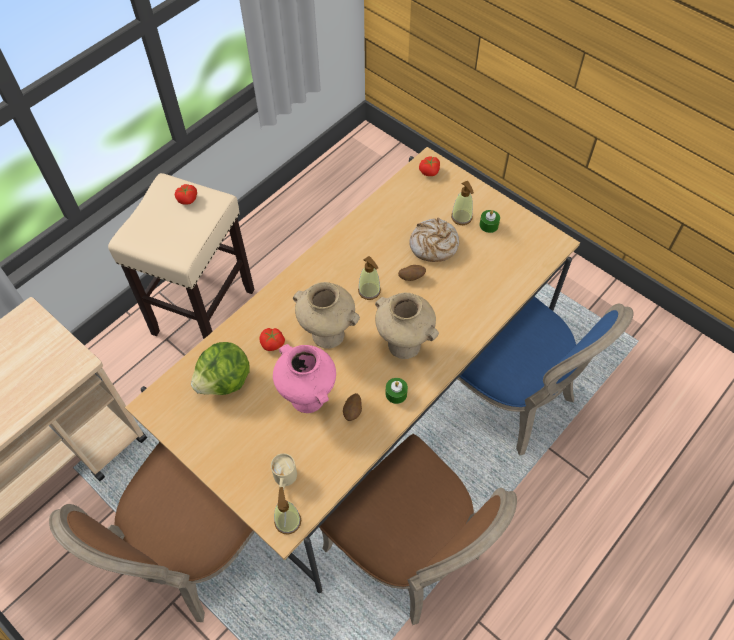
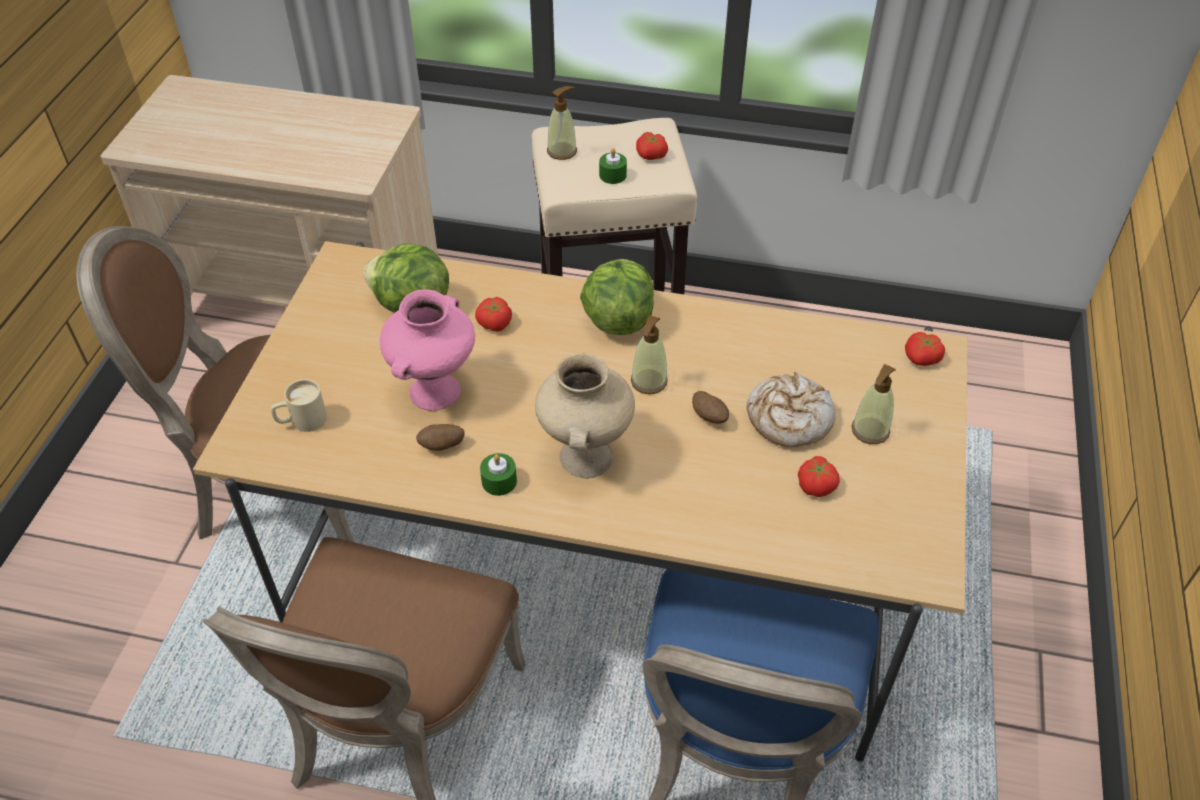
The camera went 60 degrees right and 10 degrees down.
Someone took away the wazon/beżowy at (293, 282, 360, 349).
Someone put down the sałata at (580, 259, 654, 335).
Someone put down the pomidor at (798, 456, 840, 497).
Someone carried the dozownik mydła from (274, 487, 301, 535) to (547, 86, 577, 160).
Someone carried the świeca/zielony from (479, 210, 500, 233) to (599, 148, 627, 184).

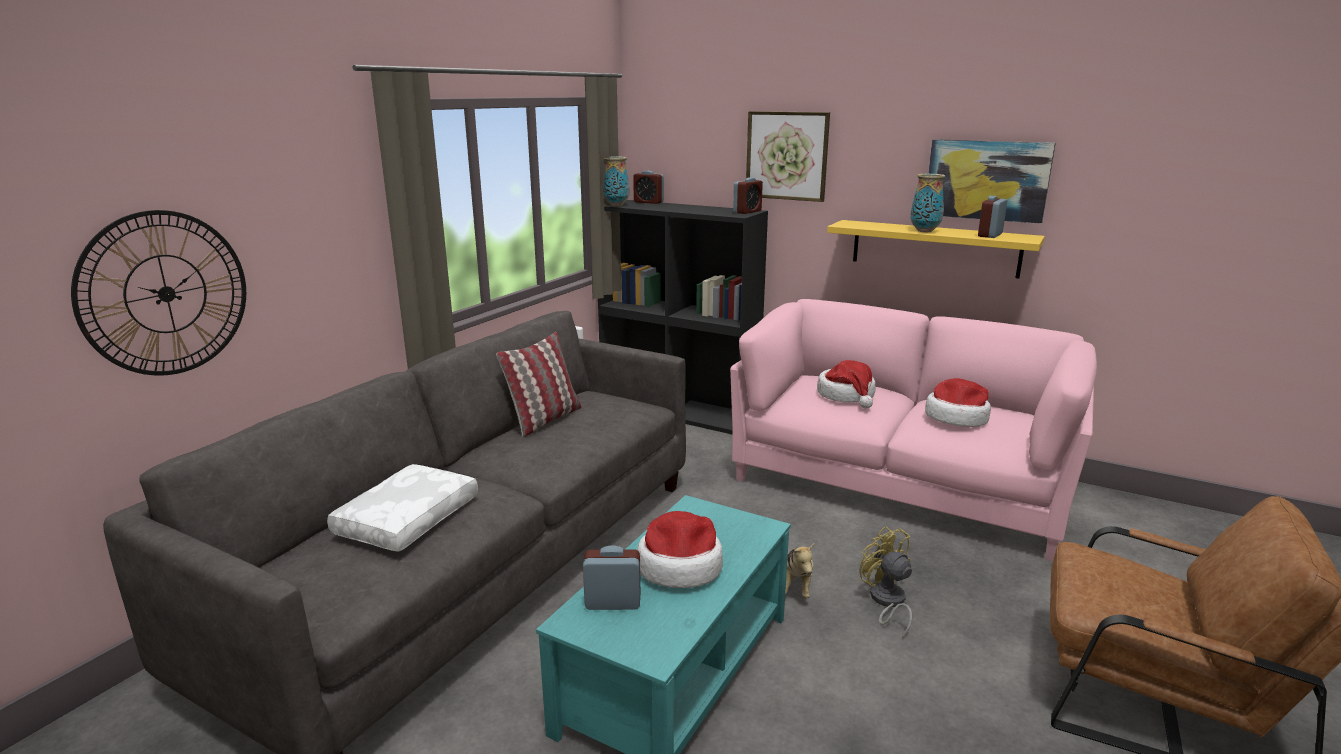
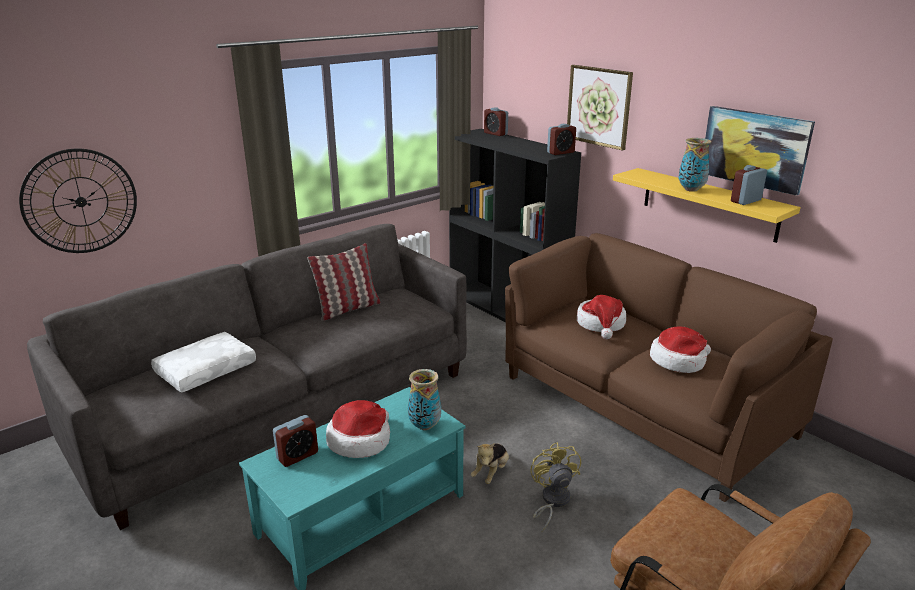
The camera went 20 degrees right and 5 degrees up.
Someone carried the wazon from (603, 157, 629, 206) to (408, 369, 441, 430).
Someone repainted the kanapa/różowy at (730, 299, 1097, 561), which became the kanapa/brązowy at (505, 233, 833, 502).
Someone rotated the budzik at (583, 545, 640, 610) by 120 degrees clockwise.

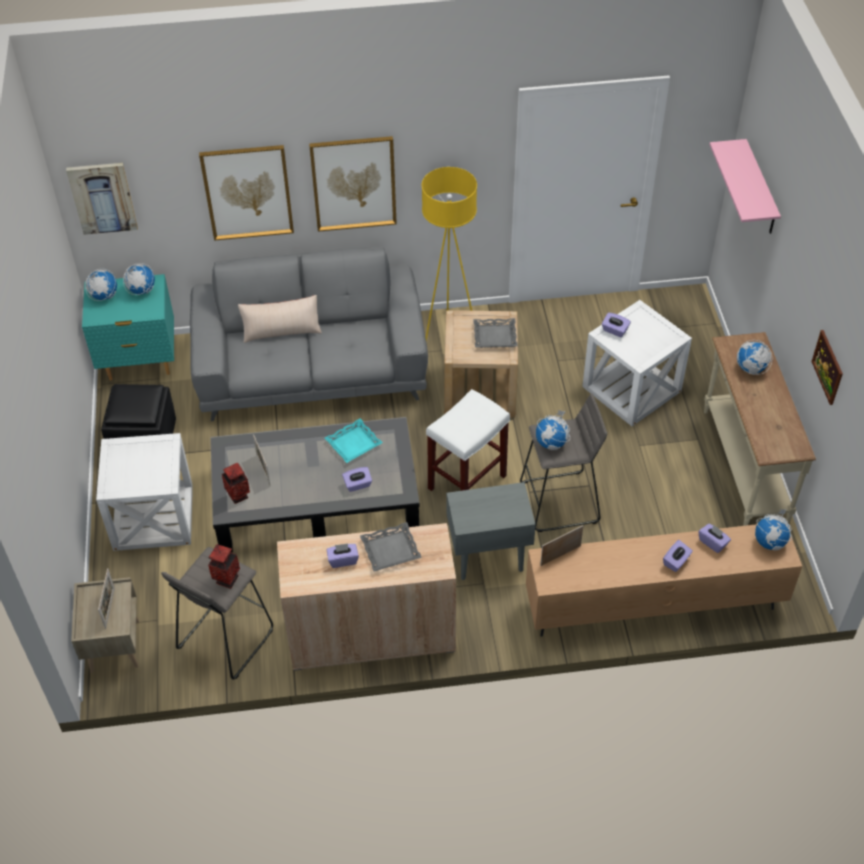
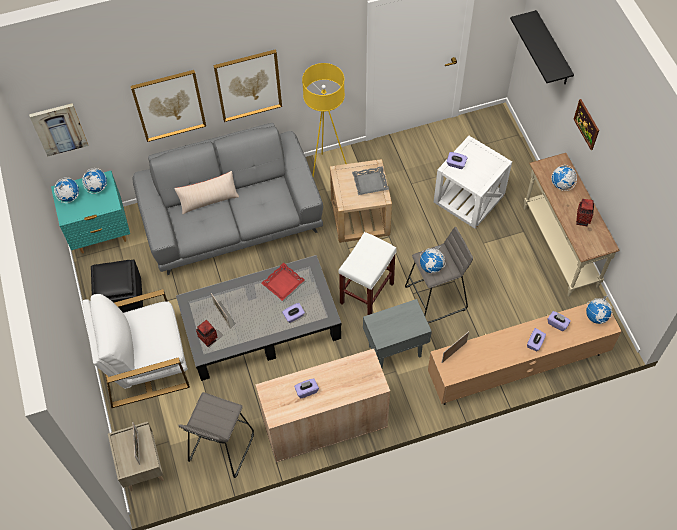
The camera went 10 degrees left and 10 degrees up.
Someone took away the taca/szary at (360, 522, 422, 571).
Someone carried the wazon from (208, 544, 240, 589) to (576, 199, 594, 226).
Someone carried the obraz from (811, 330, 843, 405) to (573, 99, 599, 150).
Someone swapped the stolik/biały at (96, 433, 193, 551) for the fotel/biały at (82, 289, 190, 408).
Someone repainted the taca/turkusowy at (325, 418, 383, 463), which became the taca/czerwony at (261, 263, 305, 301).
Someone repainted the półka/różowy at (709, 139, 781, 234), which became the półka/czarny at (510, 10, 574, 84).

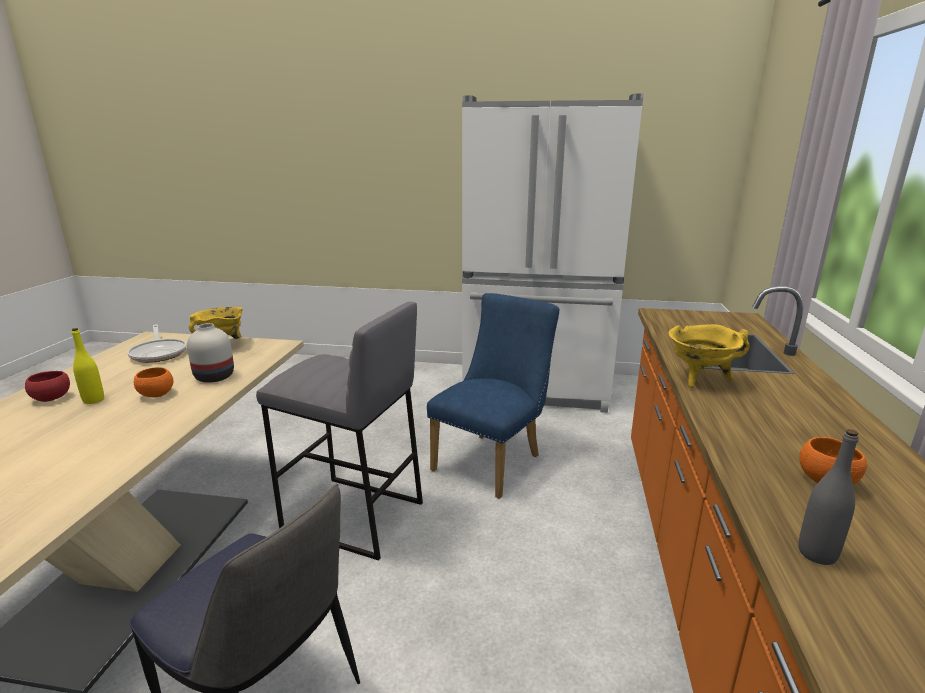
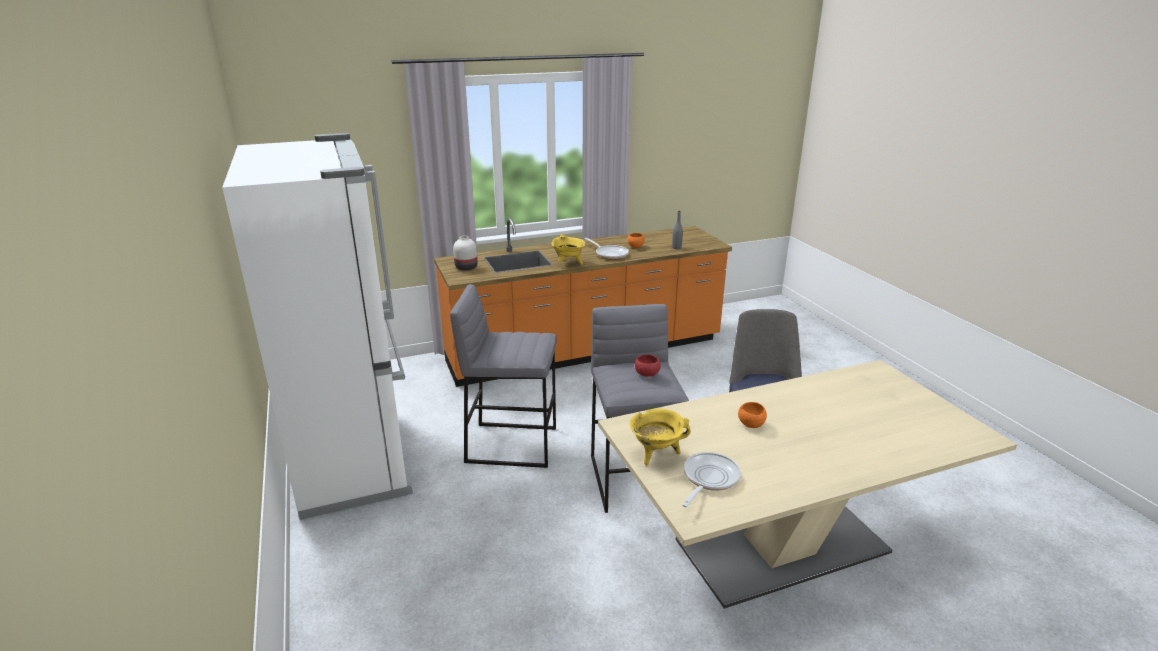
The camera went 120 degrees left and 5 degrees up.
Someone took away the butelka/żółty at (72, 328, 104, 404).
Someone put down the patelnia at (585, 238, 629, 260).
Someone carried the miska/czerwony from (25, 371, 70, 402) to (635, 354, 661, 377).
Someone carried the wazon/biały from (187, 323, 234, 383) to (453, 236, 478, 271).
Someone swapped the krzesło/niebieski at (427, 293, 560, 499) for the stołek/szary at (450, 284, 557, 468).

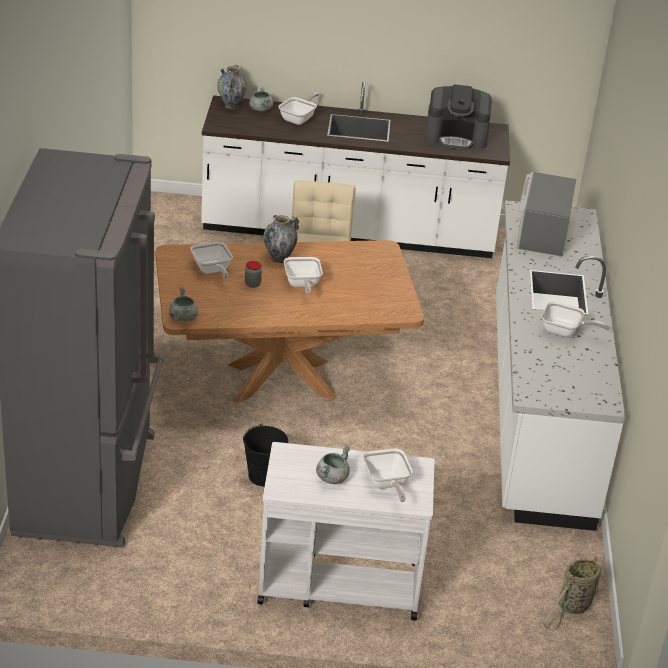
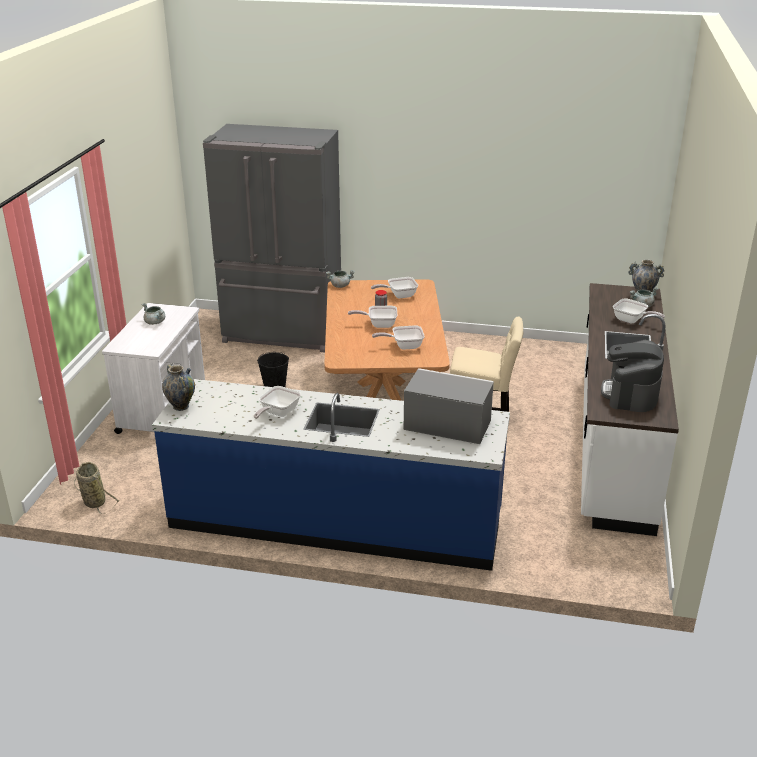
The camera went 100 degrees right and 5 degrees down.
Someone carried the wazon from (264, 215, 299, 263) to (162, 364, 195, 411).
Someone carried the patelnia from (363, 448, 413, 502) to (372, 325, 425, 349).
Someone repainted the zabudowa kuchenna/biały at (496, 200, 625, 531), which became the zabudowa kuchenna/niebieski at (152, 379, 510, 571).

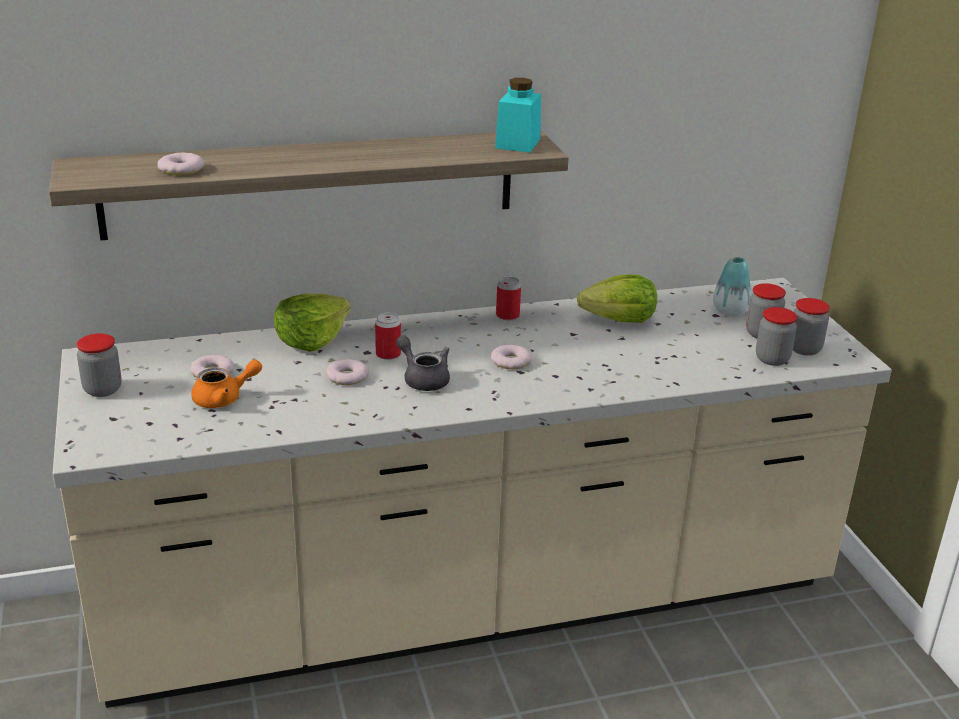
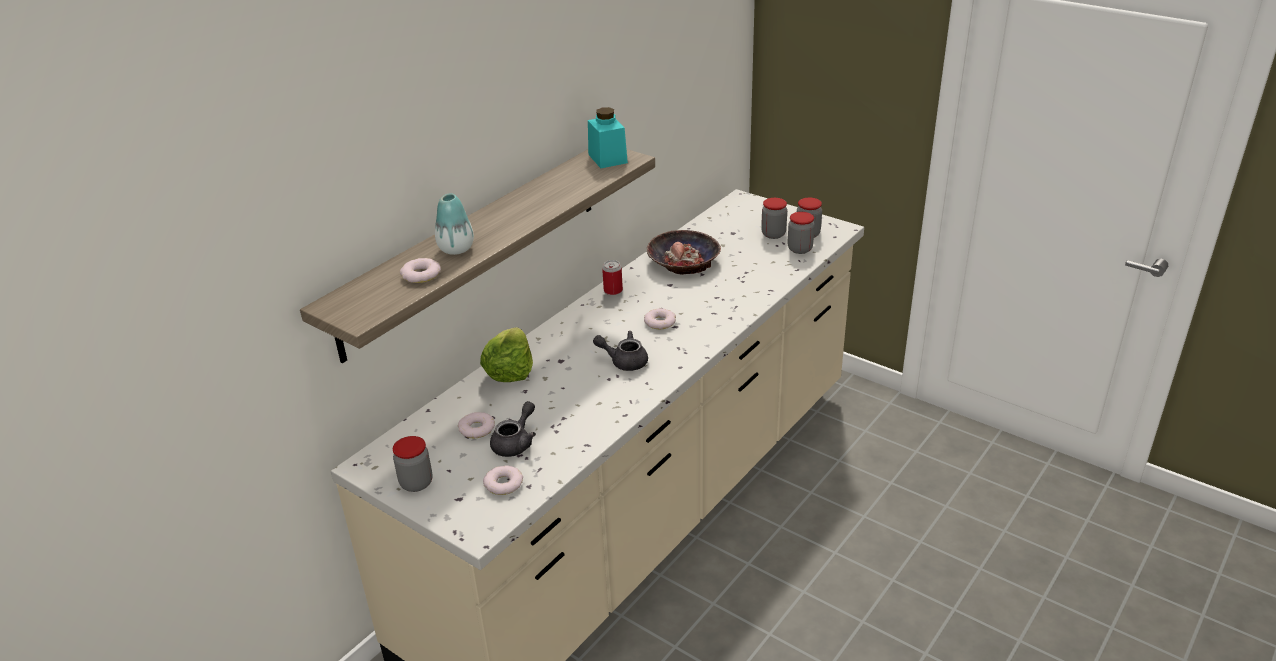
The camera went 35 degrees left and 5 degrees up.
Someone took away the puszka at (375, 313, 401, 360).
Someone carried the donut from (326, 359, 369, 385) to (483, 465, 523, 495).
Someone carried the wazon from (713, 257, 751, 316) to (435, 193, 474, 255).
Someone swapped the sałata at (577, 274, 657, 323) for the miska at (647, 230, 721, 275).
Someone repainted the imbryk/pomarańczowy at (191, 360, 262, 408), which became the imbryk/szary at (490, 401, 536, 457).

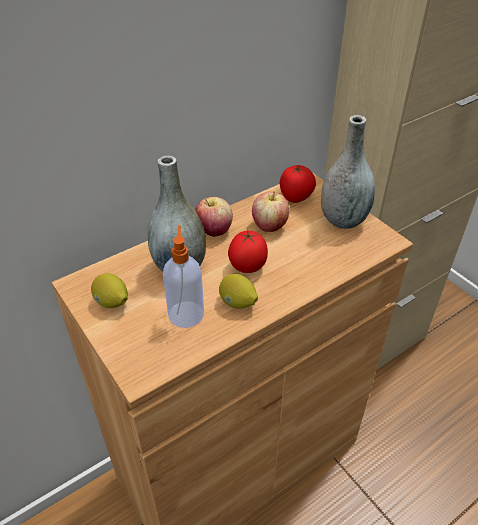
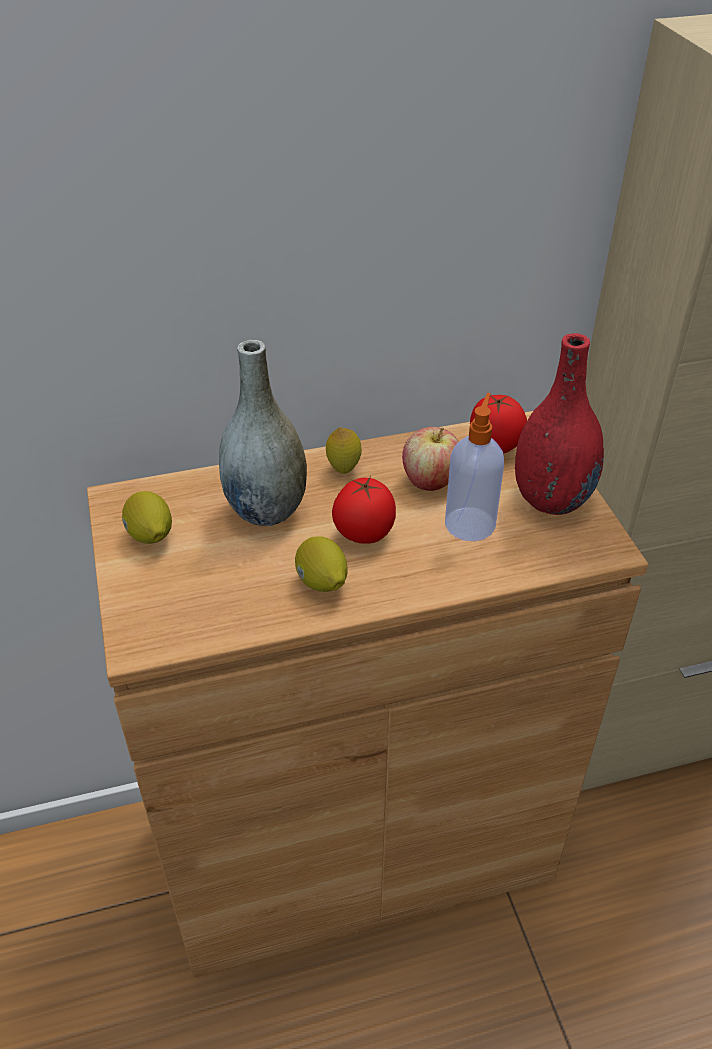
The camera went 20 degrees right and 0 degrees up.
Someone carried the dozownik mydła from (163, 225, 204, 328) to (445, 393, 504, 541).
Someone swapped the jabłko at (195, 197, 233, 237) for the cytryna at (326, 427, 362, 474).
Someone repainted the wazon/szary at (321, 115, 375, 229), which became the wazon/czerwony at (515, 333, 604, 515).

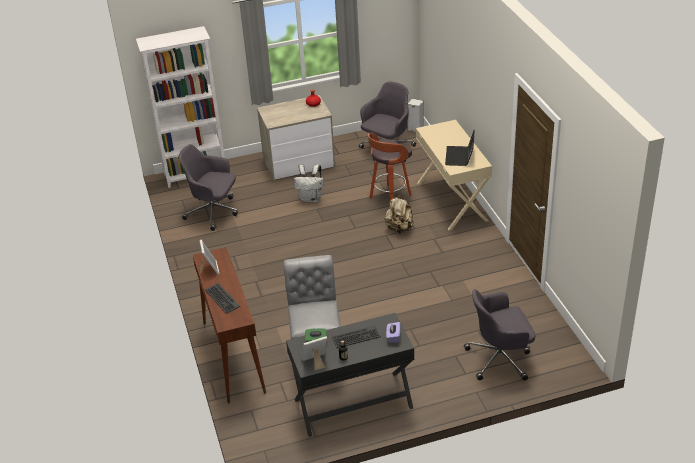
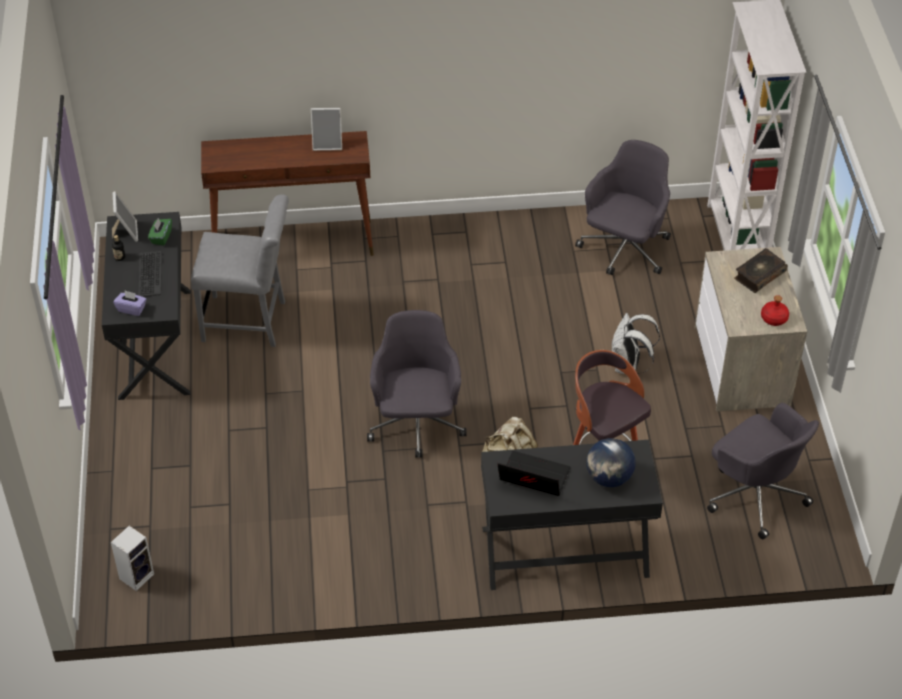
The camera went 100 degrees right and 10 degrees up.
Someone took away the klawiatura at (205, 283, 240, 314).
Someone put down the globus at (586, 438, 636, 487).
Someone put down the książka at (734, 248, 788, 293).
Someone carried the głośnik from (408, 99, 424, 132) to (111, 526, 154, 591).
Someone carried the krzesło biurowe/szary from (464, 289, 535, 381) to (367, 310, 467, 458).
Someone repainted the biurko/beżowy at (416, 120, 492, 231), which became the biurko/czarny at (481, 440, 663, 590).

